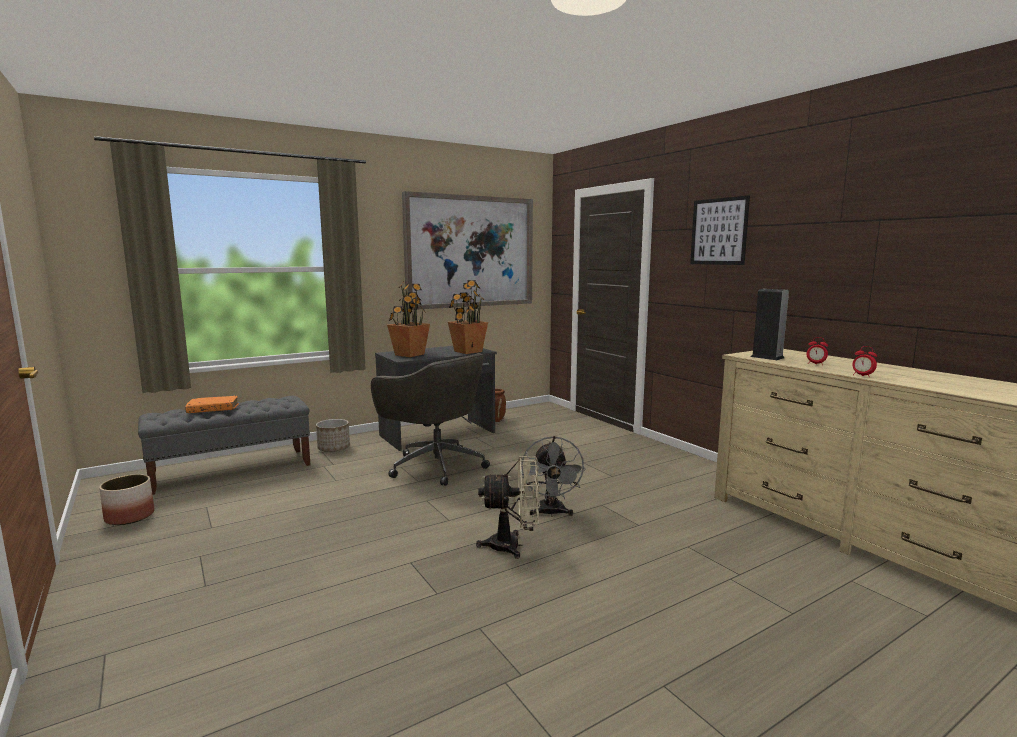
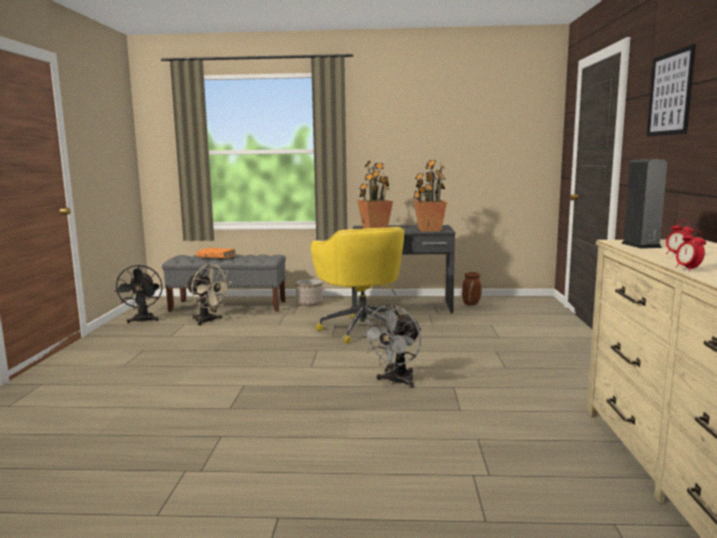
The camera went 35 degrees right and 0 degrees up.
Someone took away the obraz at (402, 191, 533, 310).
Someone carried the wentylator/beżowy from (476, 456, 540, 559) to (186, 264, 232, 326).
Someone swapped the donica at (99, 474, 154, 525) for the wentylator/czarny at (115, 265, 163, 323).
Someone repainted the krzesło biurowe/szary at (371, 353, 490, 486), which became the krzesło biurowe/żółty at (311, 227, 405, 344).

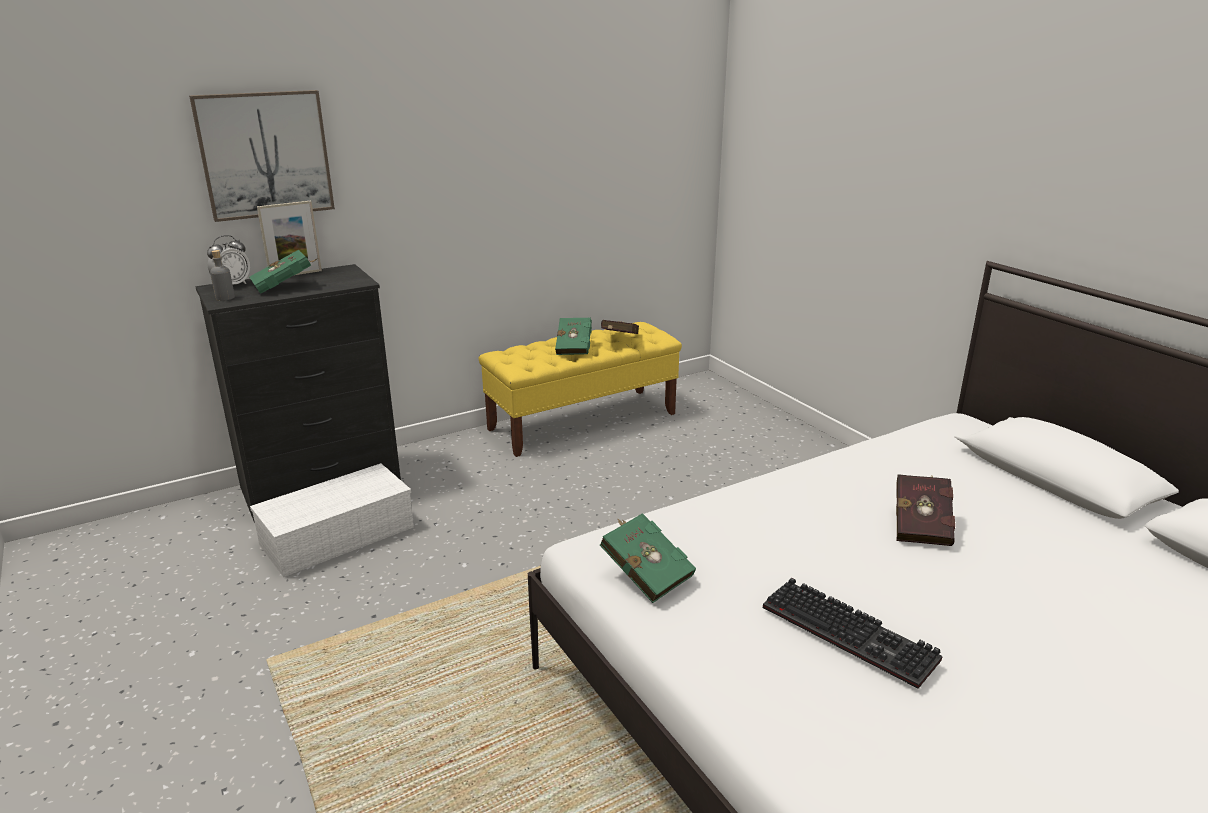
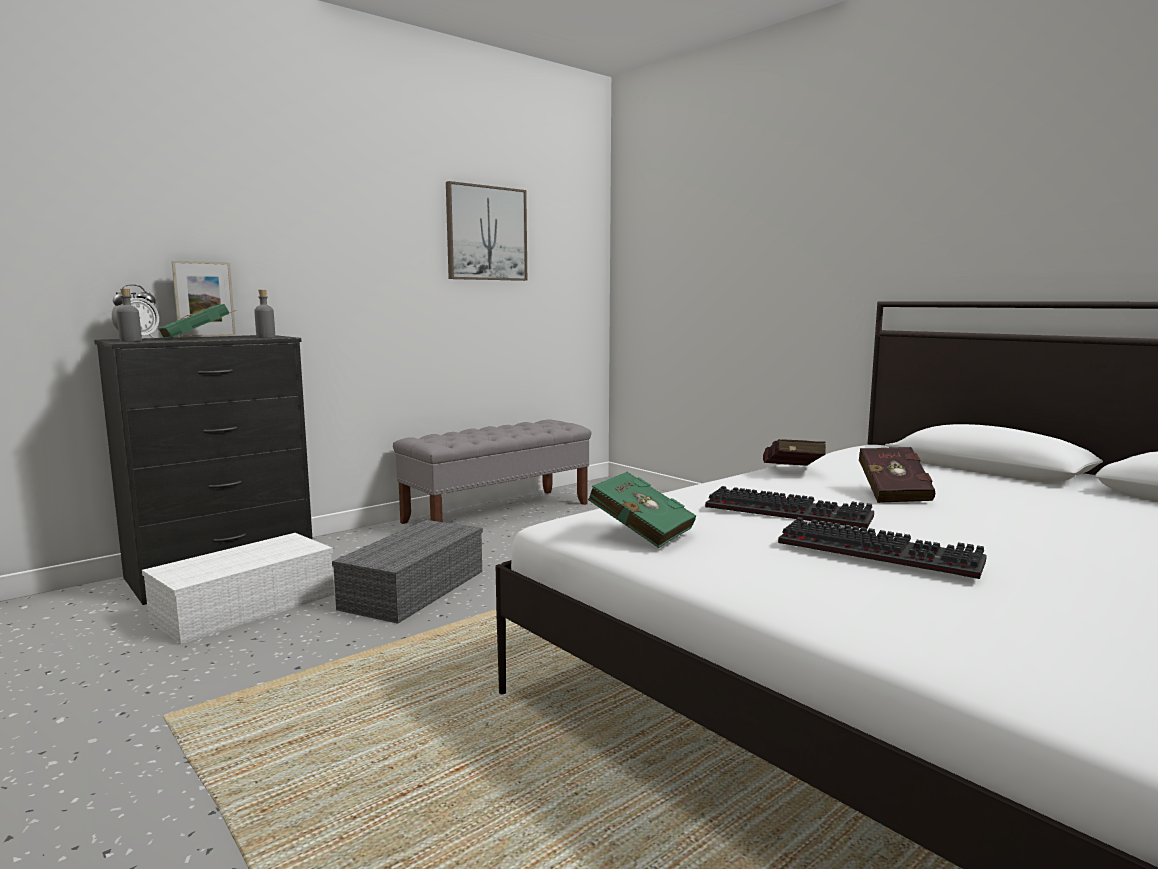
The camera went 10 degrees left and 15 degrees down.
Someone took away the książka/zielony at (555, 318, 592, 355).
Someone put down the butelka/szary at (254, 290, 275, 338).
Someone put down the pojemnik do przechowywania/szary at (332, 520, 483, 624).
Someone put down the klawiatura at (705, 486, 874, 529).
Someone carried the obraz from (189, 90, 335, 222) to (446, 181, 527, 281).
Someone carried the książka/czerwony from (601, 320, 639, 334) to (763, 439, 826, 466).
Someone repainted the ławka/żółty at (479, 322, 682, 457), which became the ławka/szary at (393, 420, 592, 524).

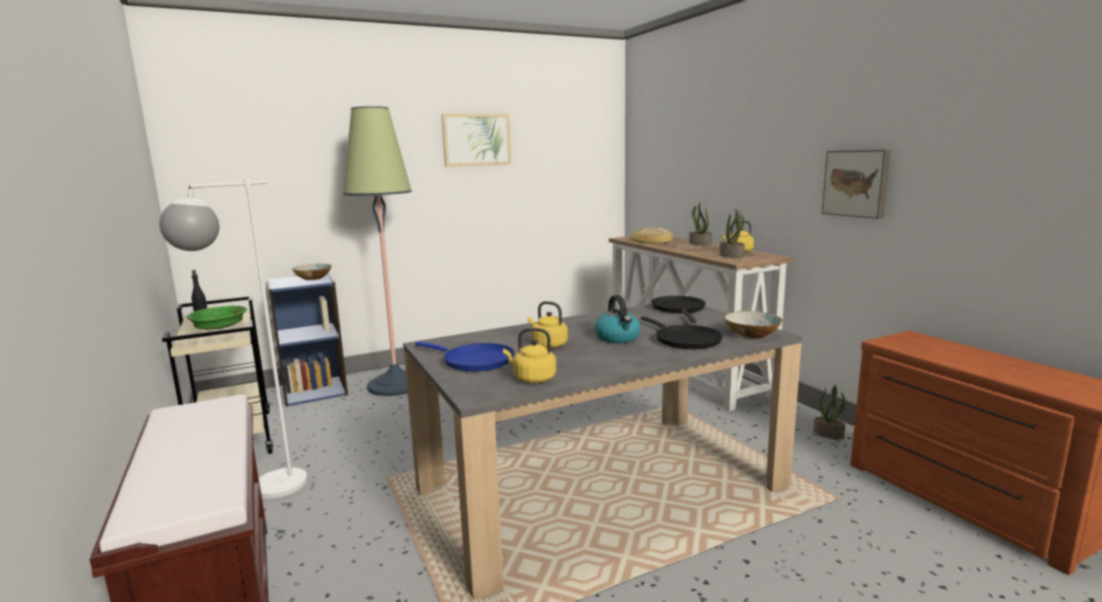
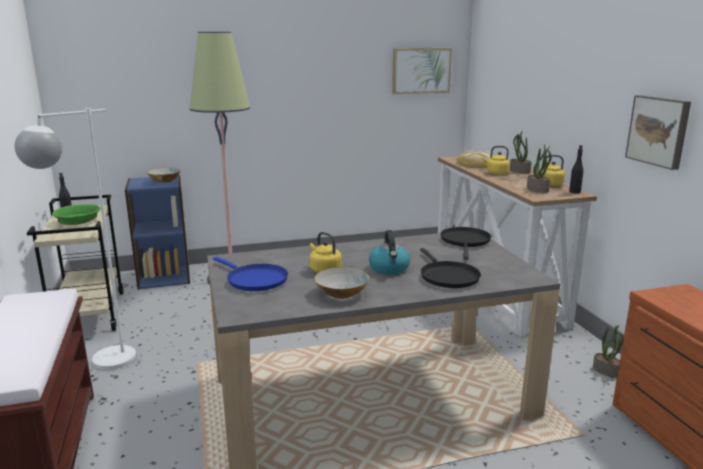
The camera went 10 degrees right and 5 degrees up.
Someone put down the butelka/czarny at (569, 145, 584, 193).
Someone carried the obraz from (441, 114, 511, 167) to (392, 48, 452, 94).
Someone carried the czajnik/żółty from (503, 328, 556, 383) to (482, 146, 510, 175).
Someone carried the miska from (724, 311, 782, 339) to (314, 267, 369, 299).

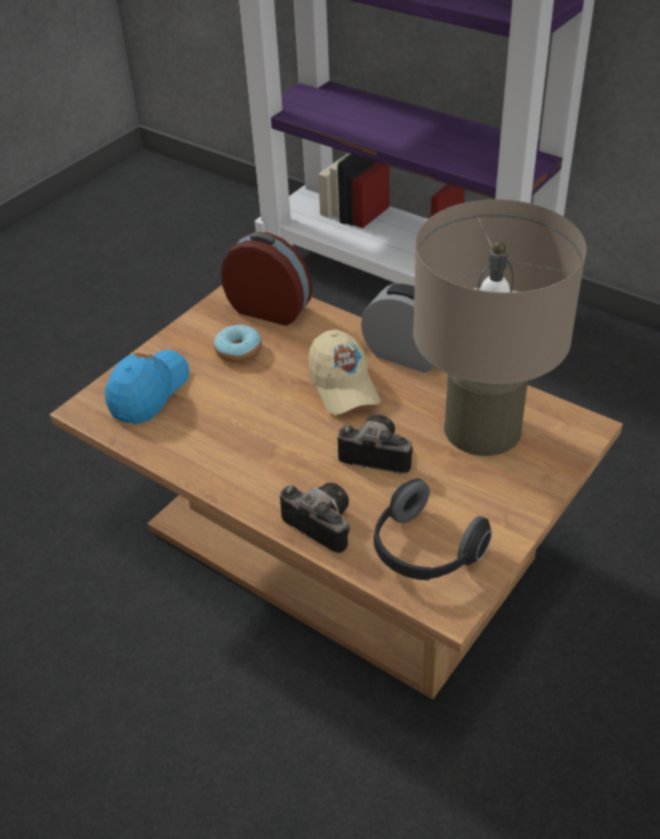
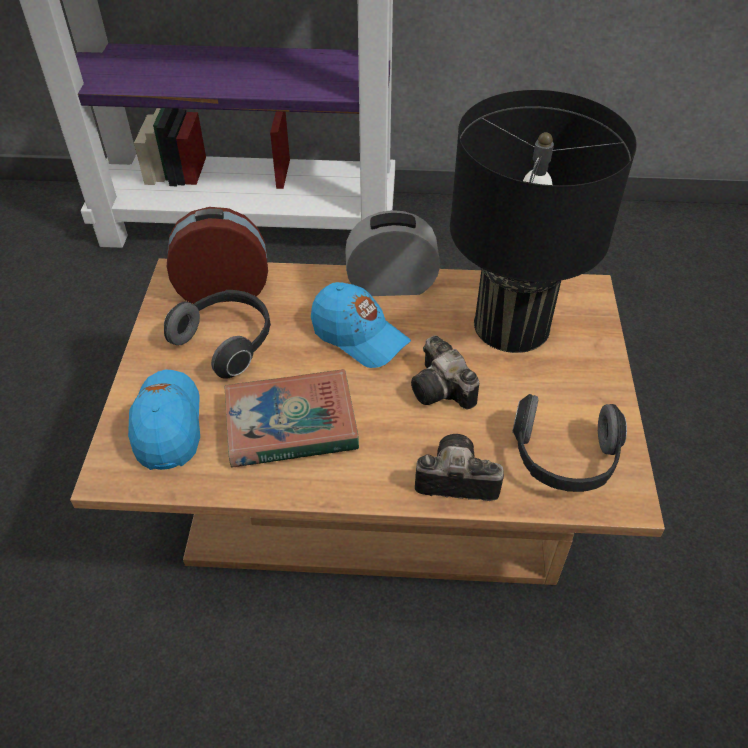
The camera went 35 degrees left and 5 degrees up.
Someone put down the książka at (225, 369, 359, 468).
Someone swapped the donut at (214, 325, 262, 363) for the słuchawki at (164, 290, 271, 379).
Someone repainted the czapka z daszkiem/beżowy at (308, 330, 380, 415), which became the czapka z daszkiem/niebieski at (311, 282, 411, 368).
Someone repainted the lampa stołowa/beżowy at (413, 199, 586, 456), which became the lampa stołowa/czarny at (450, 90, 637, 353).
Someone rotated the aparat fotograficzny at (338, 415, 413, 474) by 105 degrees counterclockwise.

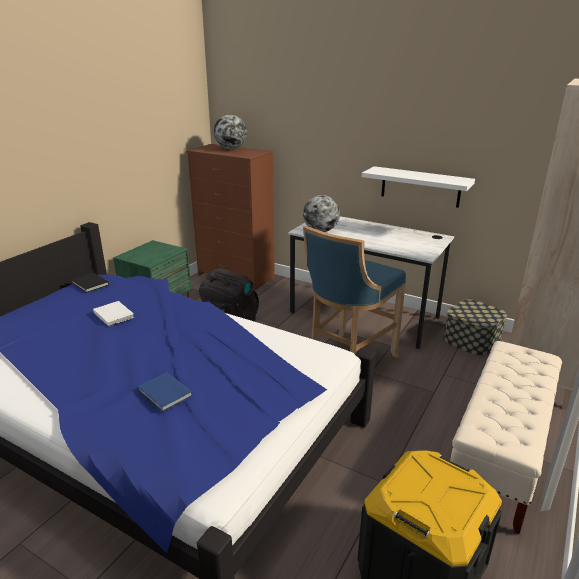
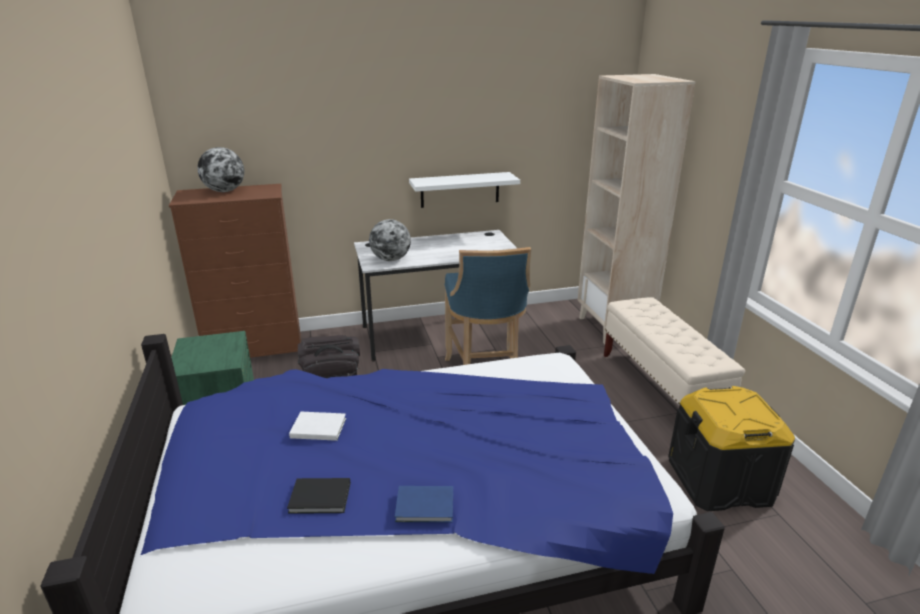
The camera went 45 degrees left and 0 degrees up.
Someone took away the pojemnik do przechowywania at (444, 299, 507, 356).
Someone carried the książka/czarny from (71, 273, 109, 293) to (287, 478, 350, 514).
Someone carried the książka/niebieski from (137, 372, 193, 412) to (395, 486, 453, 523).

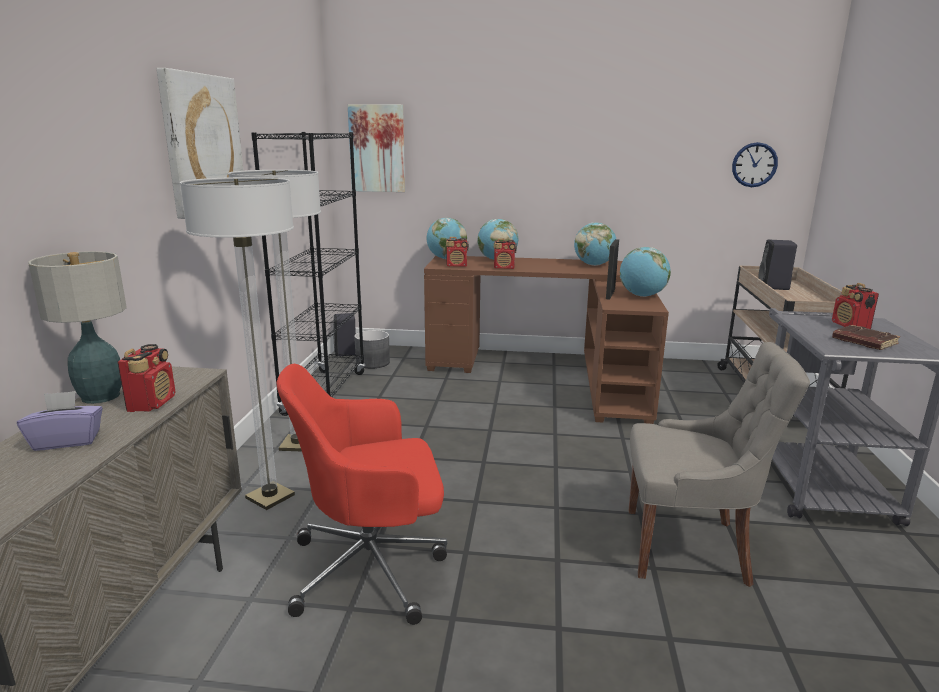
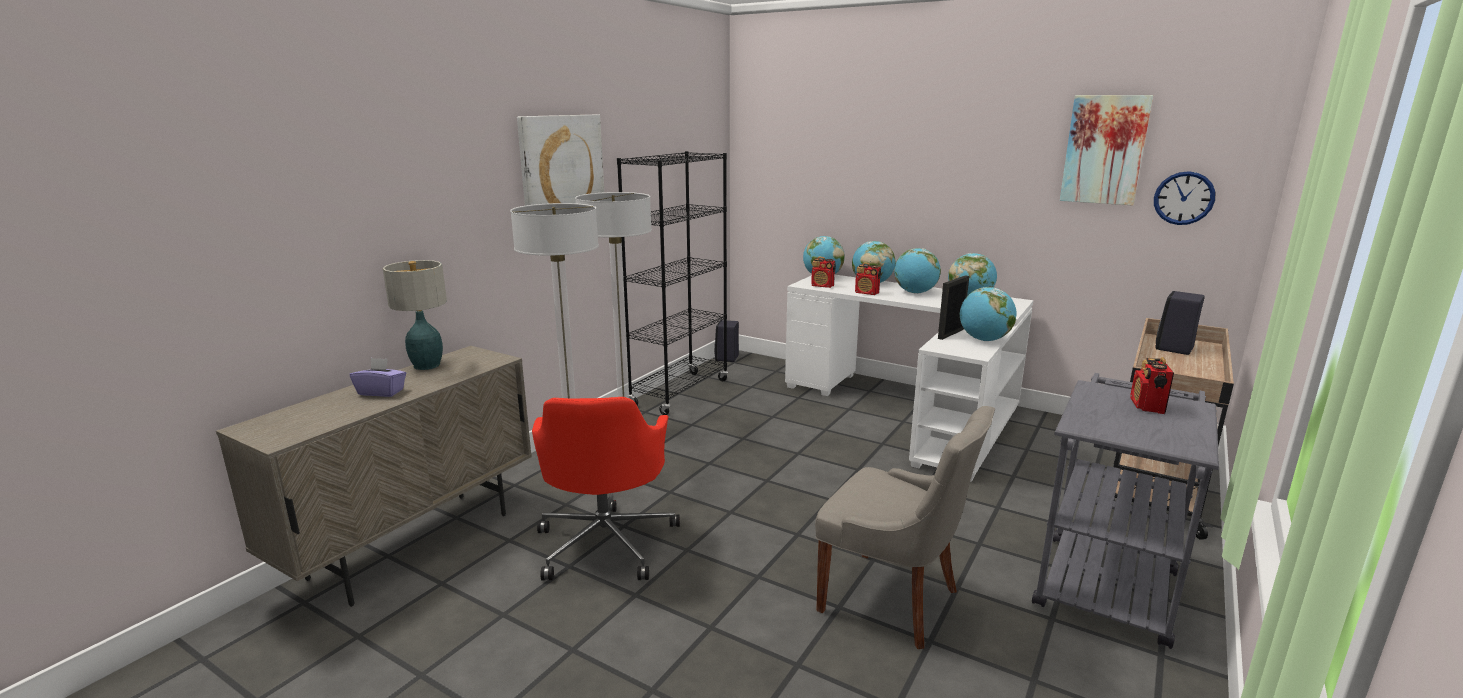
The camera went 25 degrees right and 0 degrees up.
Someone took away the radio at (118, 344, 176, 412).
Someone took away the donica/szary at (354, 330, 390, 369).
Someone took away the książka/brązowy at (832, 325, 900, 350).
Someone put down the globus at (894, 248, 941, 294).
Someone carried the obraz from (348, 104, 405, 192) to (1060, 95, 1153, 206).
Someone repainted the biurko/brązowy at (424, 256, 669, 424), which became the biurko/biały at (785, 275, 1034, 482).
Someone rotated the krzesło biurowe/czerwony at (277, 364, 447, 625) by 105 degrees counterclockwise.

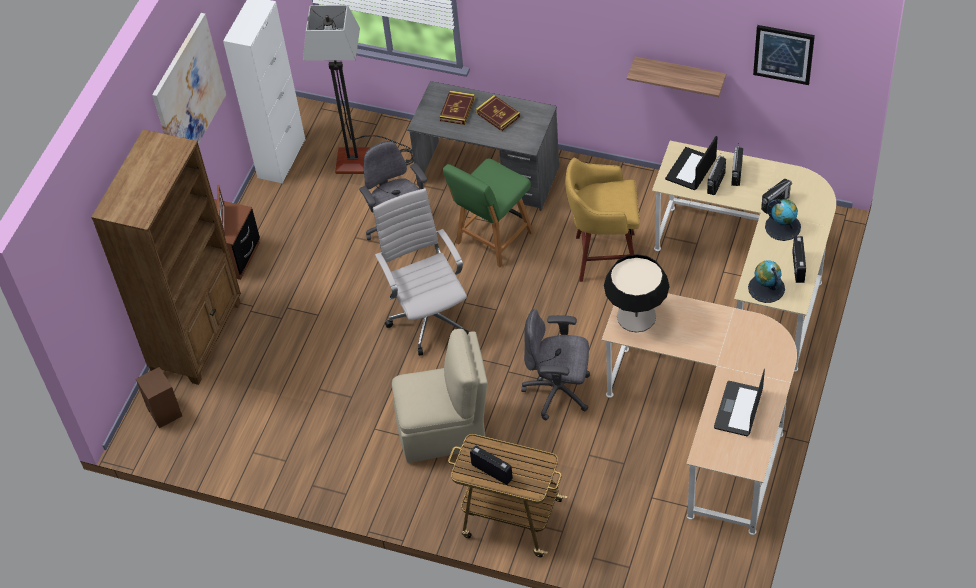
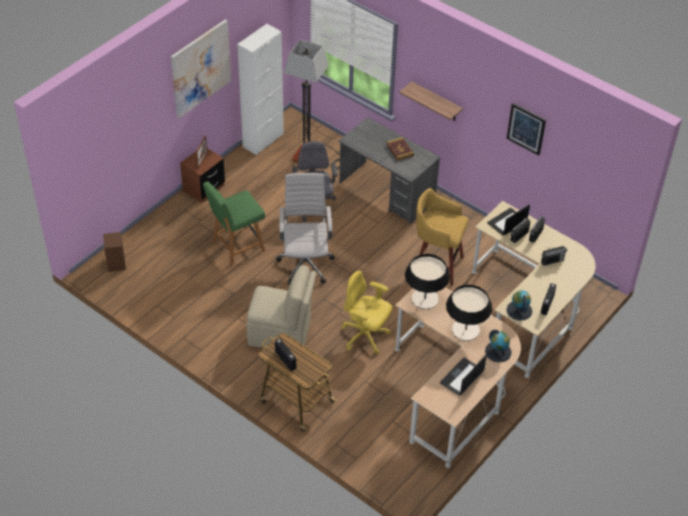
The camera went 15 degrees right and 5 degrees down.
Someone took away the regał/brązowy at (91, 129, 241, 385).
Someone took away the książka at (440, 91, 475, 125).
Someone put down the lampa stołowa at (446, 285, 492, 341).
Someone carried the krzesło/zielony from (443, 158, 533, 268) to (203, 182, 265, 266).
Someone carried the półka from (627, 56, 726, 97) to (399, 82, 463, 121).
Someone carried the obraz from (753, 25, 815, 85) to (507, 103, 546, 155).
Someone carried the globus from (765, 199, 801, 241) to (485, 330, 512, 362).
Someone repainted the krzesło biurowe/szary at (521, 309, 590, 420), which became the krzesło biurowe/żółty at (341, 271, 392, 354).

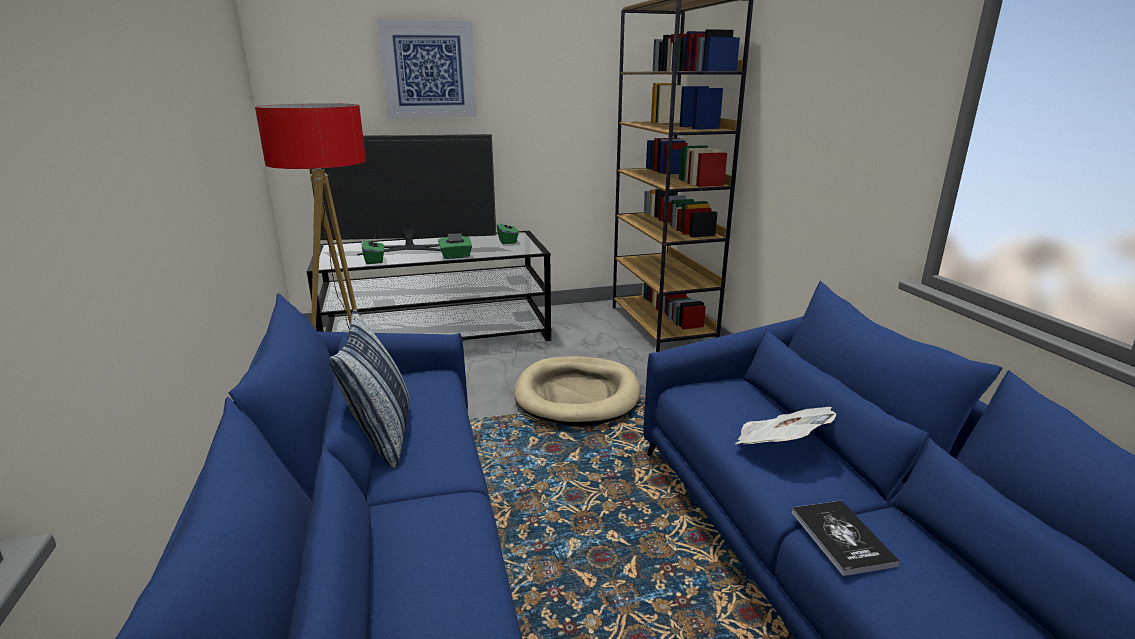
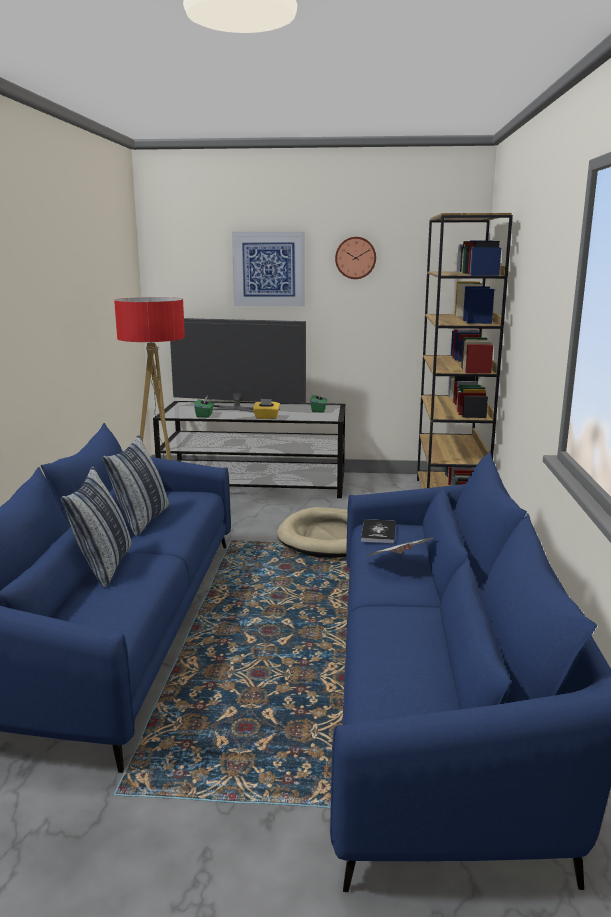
The camera went 20 degrees right and 5 degrees down.
Someone put down the poduszka at (61, 466, 132, 587).
Someone put up the zegar ścienny at (335, 237, 376, 279).
Someone carried the książka from (792, 501, 900, 576) to (361, 519, 396, 543).
Someone repainted the pudełko chusteczek/zielony at (438, 233, 472, 259), which became the pudełko chusteczek/żółty at (253, 399, 280, 419).

